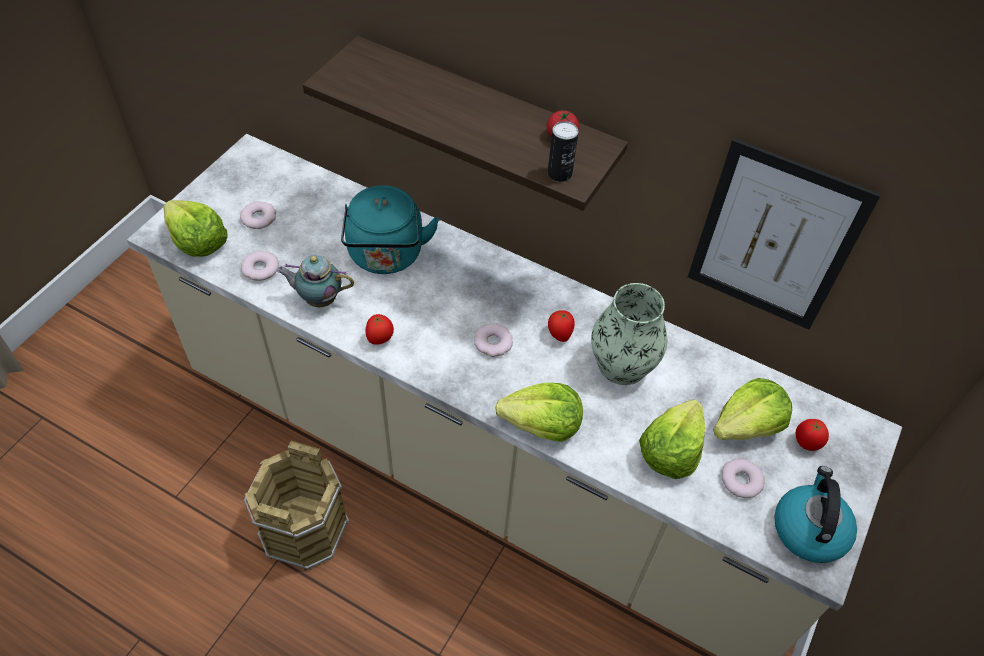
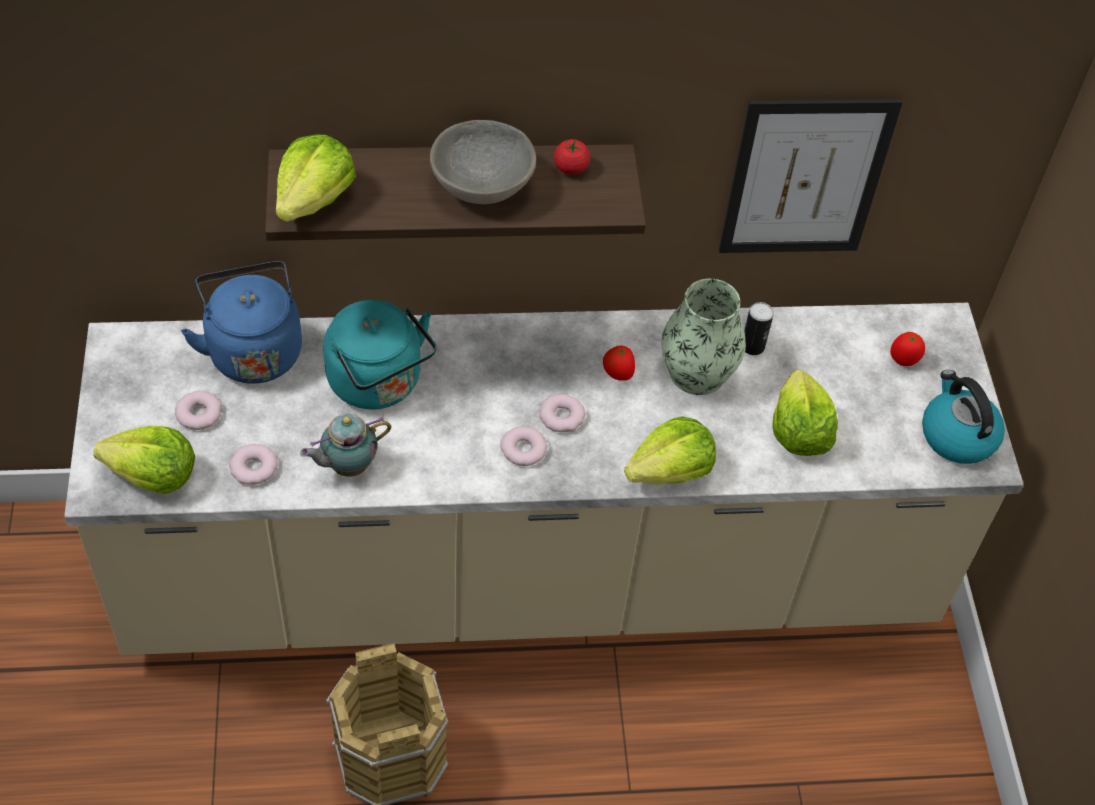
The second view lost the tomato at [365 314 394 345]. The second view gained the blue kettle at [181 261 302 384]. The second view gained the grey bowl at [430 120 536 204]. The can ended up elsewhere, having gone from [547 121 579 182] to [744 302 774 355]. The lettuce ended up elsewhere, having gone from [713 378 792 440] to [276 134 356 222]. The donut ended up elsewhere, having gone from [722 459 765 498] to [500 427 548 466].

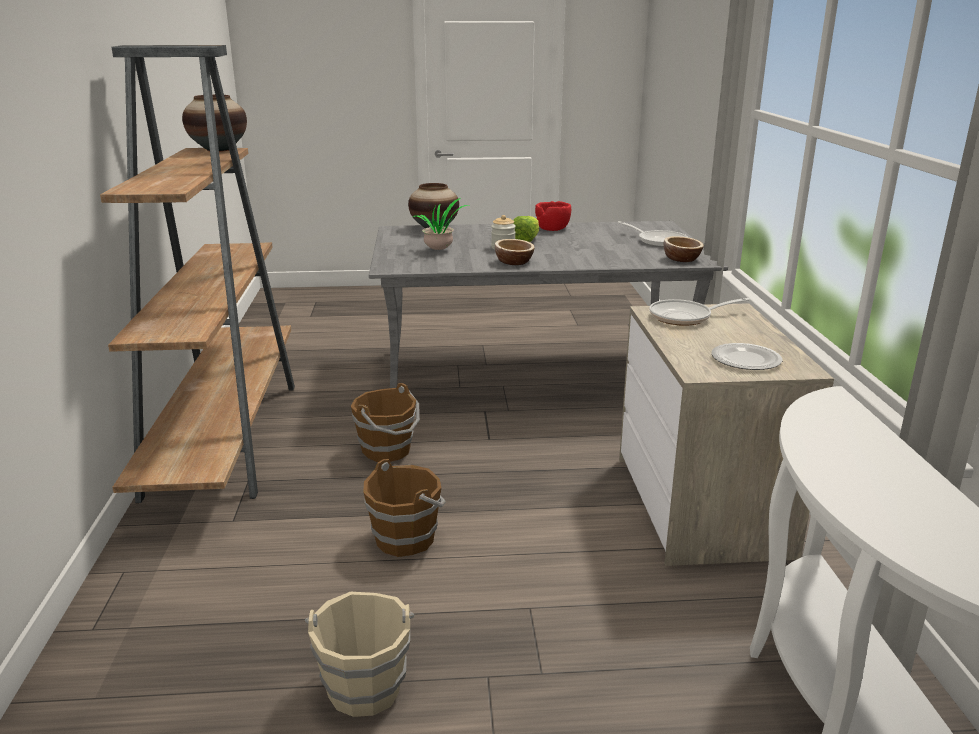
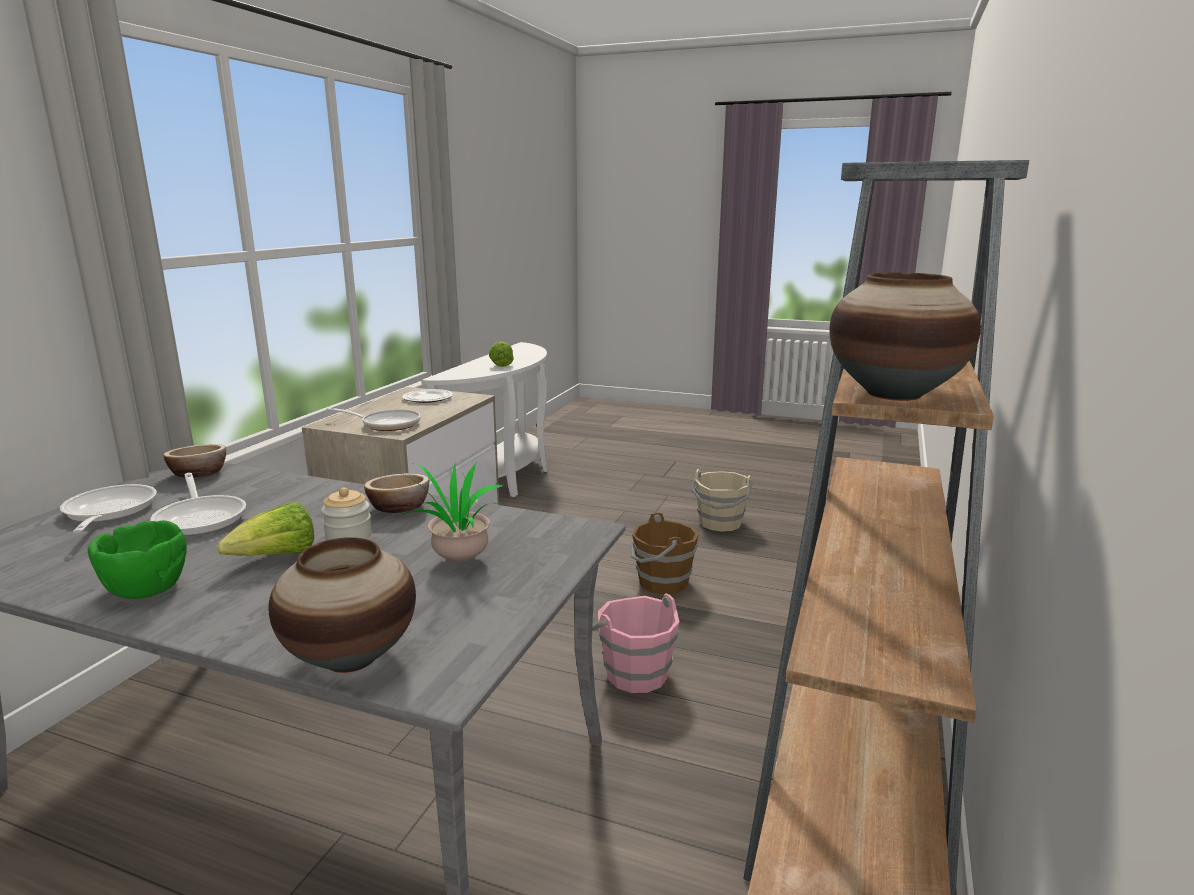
The second view gained the frying pan at [150 473 246 536]. The second view gained the lettuce at [489 341 514 367]. What was the brown bucket at [351 383 420 462] turned into the pink bucket at [592 594 679 693]. What was the red bowl at [535 201 571 231] turned into the green bowl at [88 520 187 599].

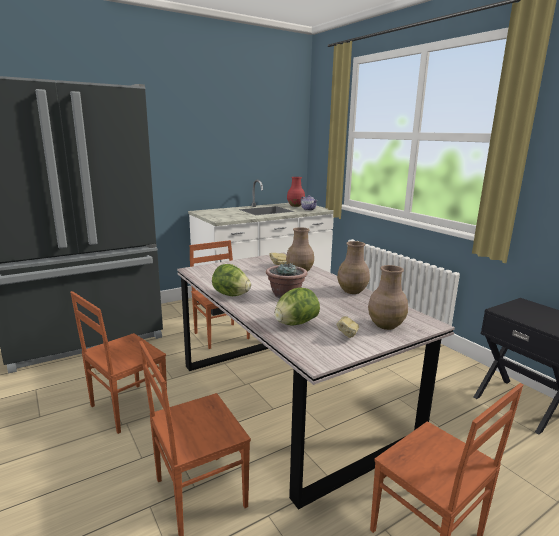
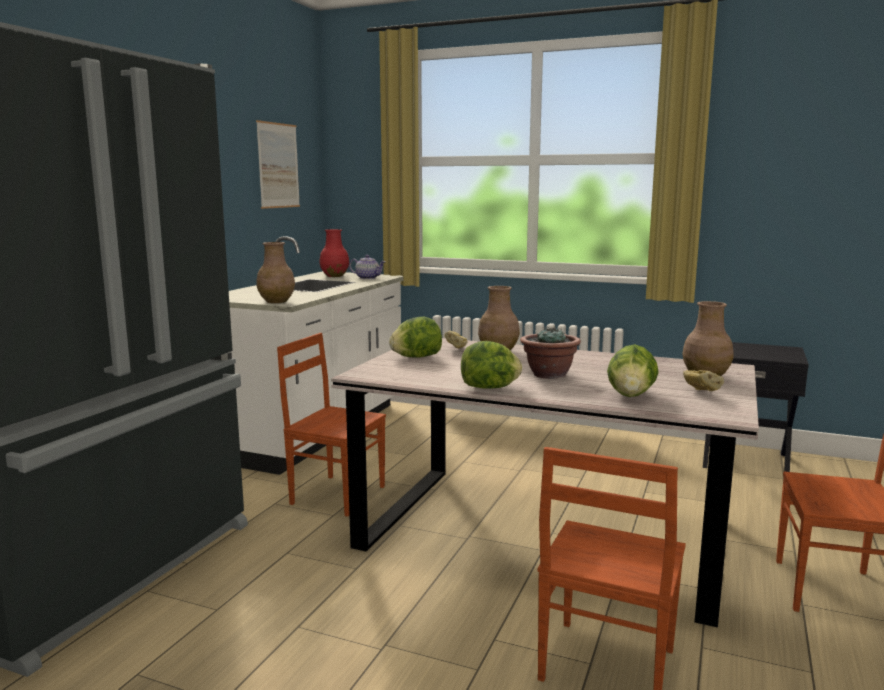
The second view lost the brown chair at [70 291 167 434]. The second view gained the picture at [256 120 300 209]. The second view gained the lettuce at [389 317 442 357]. The brown vase ended up elsewhere, having gone from [337 241 370 294] to [256 242 295 303].

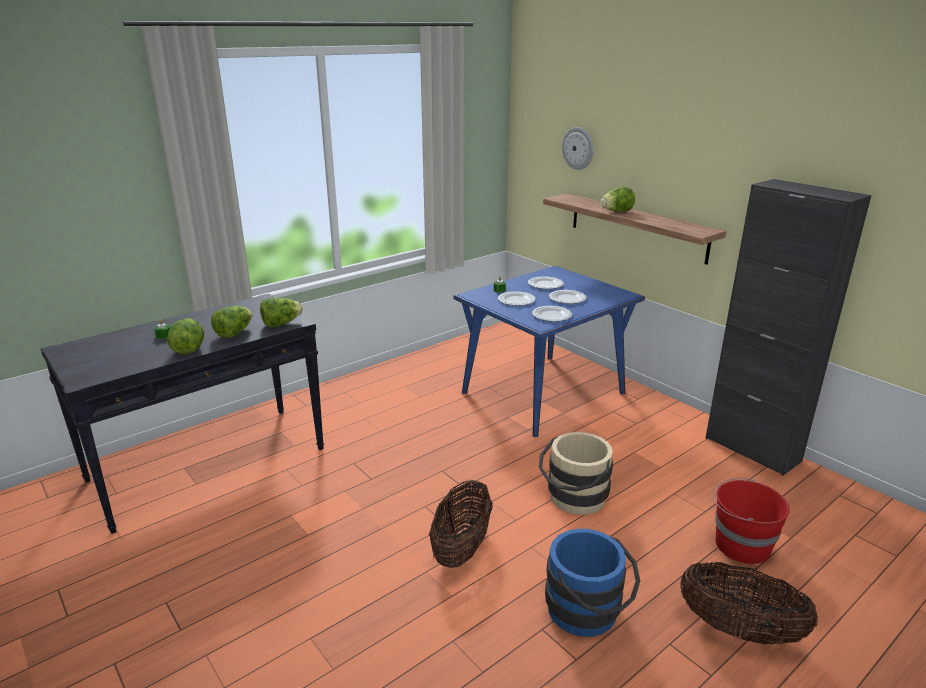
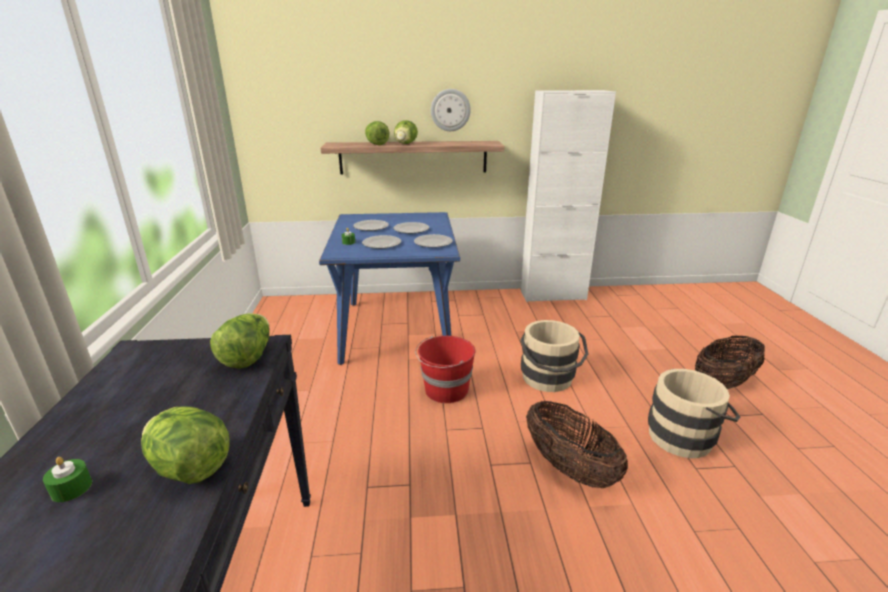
The lettuce ended up elsewhere, having gone from [211 306 252 338] to [365 121 390 145]. The wall clock ended up elsewhere, having gone from [562 127 594 170] to [431 89 471 131]. The red bucket ended up elsewhere, having gone from [713 478 790 564] to [415 336 475 403]. What was the blue bucket at [545 529 640 637] turned into the beige bucket at [648 369 741 458]. What was the black cabinet at [706 179 871 476] turned into the white cabinet at [521 90 616 302].

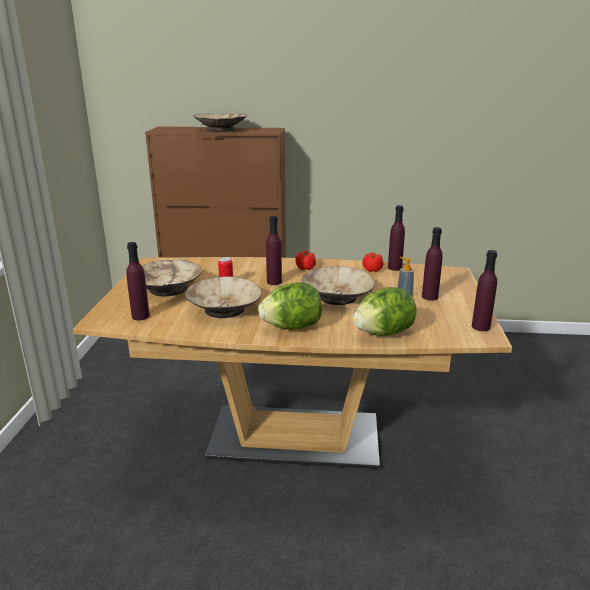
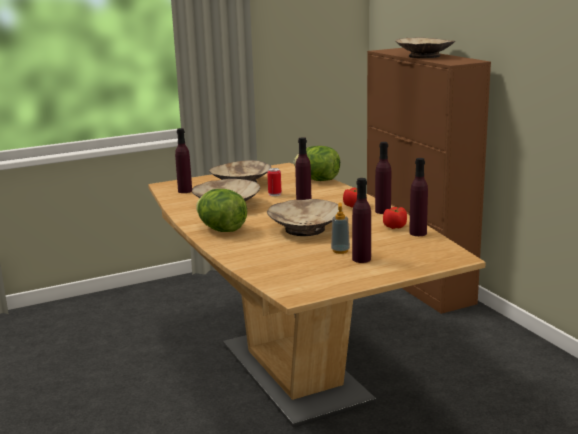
The lettuce ended up elsewhere, having gone from [353 287 417 336] to [294 146 340 181]. The purple bottle ended up elsewhere, having gone from [472 250 497 331] to [375 142 391 214].

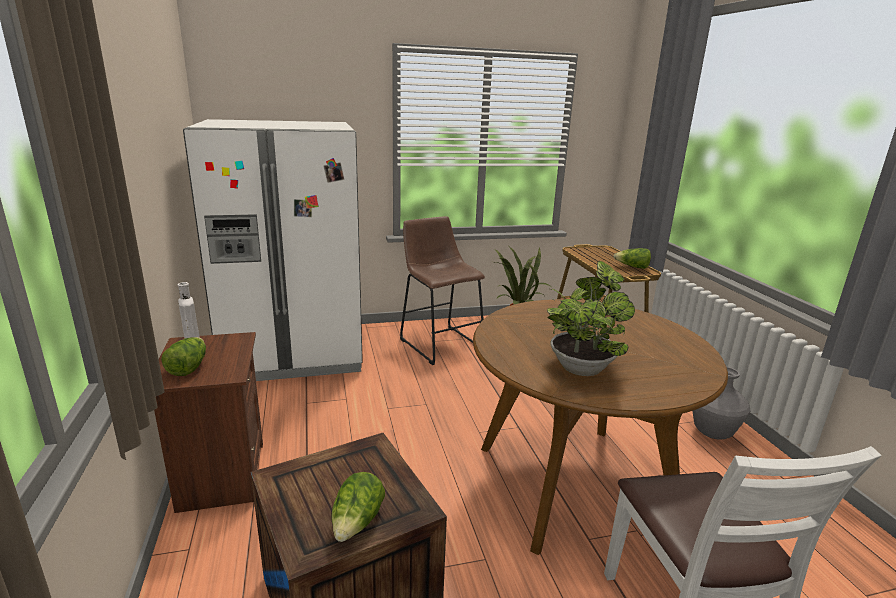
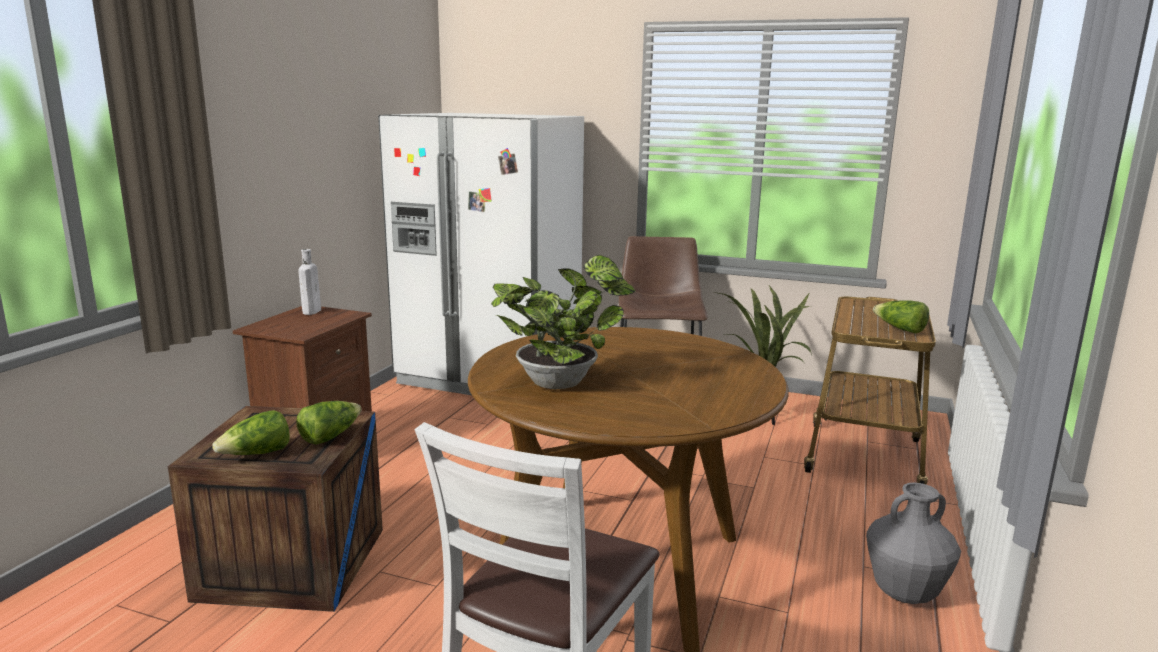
The lettuce ended up elsewhere, having gone from [161 337 206 376] to [296 401 361 445].

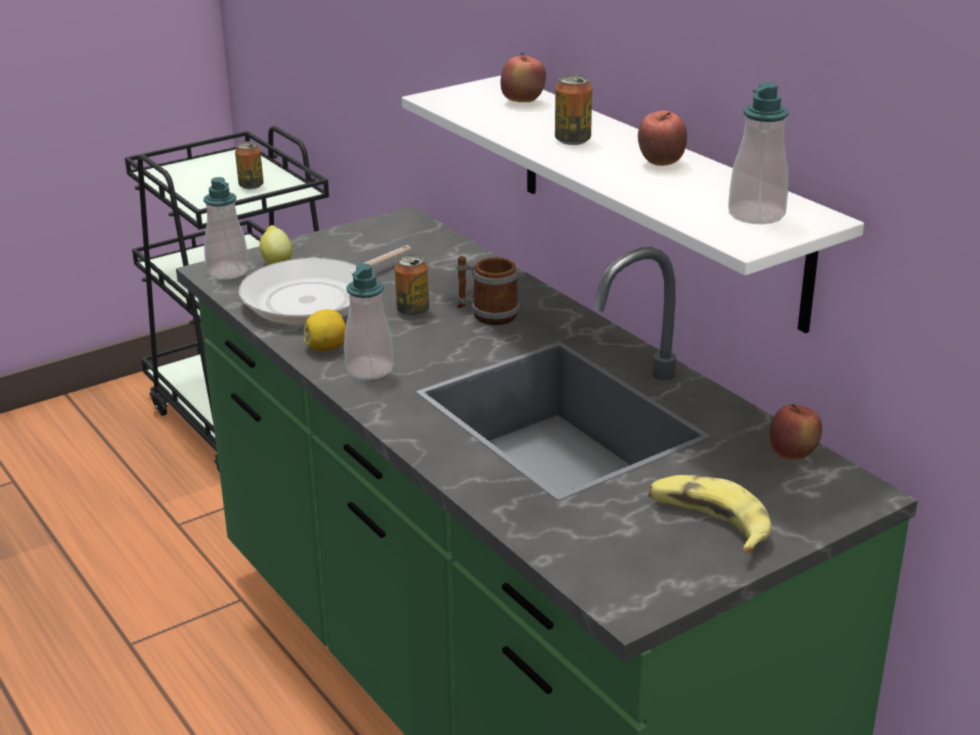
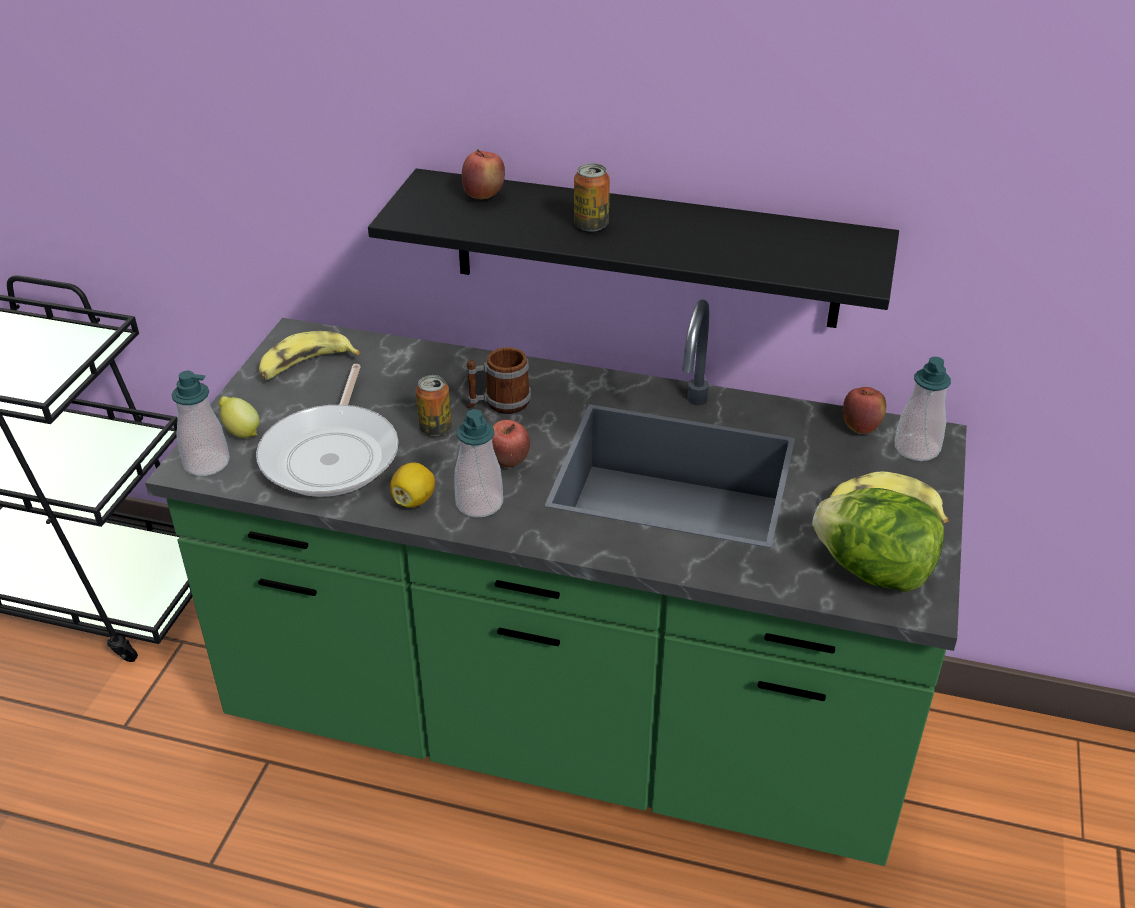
The second view lost the can at [235 141 264 189]. The second view gained the banana at [259 331 360 380]. The second view gained the lettuce at [812 488 944 592]. The apple ended up elsewhere, having gone from [638 110 687 166] to [492 420 530 467]. The soap dispenser ended up elsewhere, having gone from [728 82 789 224] to [895 357 951 461]. What was the white shelf at [402 75 864 333] turned into the black shelf at [368 168 899 328].

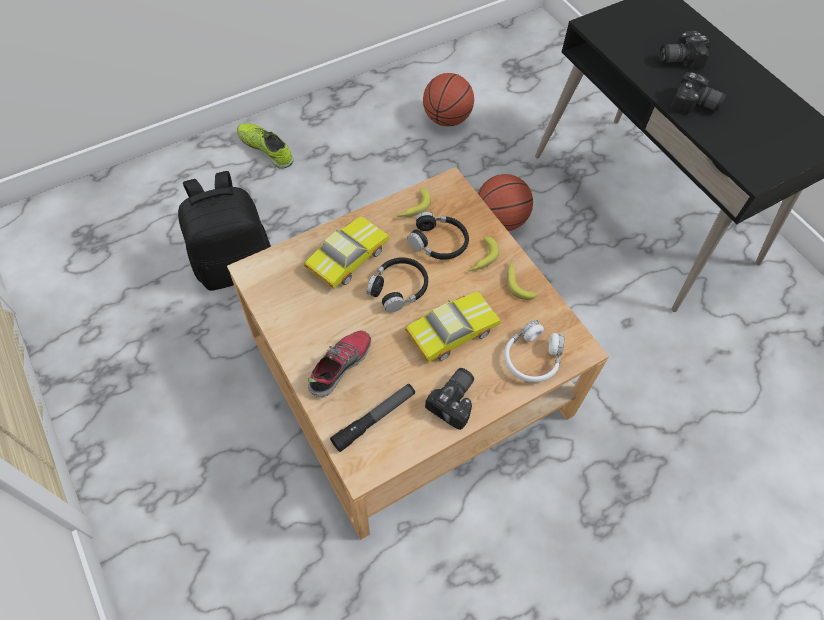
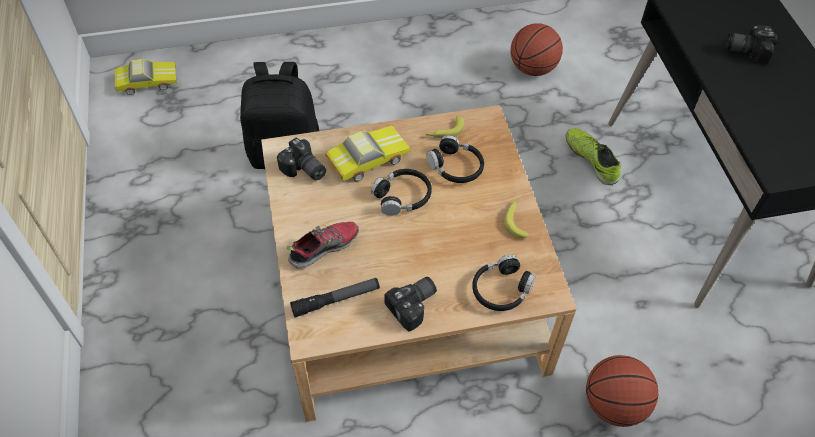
The second view lost the banana at [469 237 499 271]. The shoe ended up elsewhere, having gone from [237 123 293 169] to [566 128 621 185]. The toy car ended up elsewhere, having gone from [405 291 501 362] to [115 59 177 95]. The basketball ended up elsewhere, having gone from [478 174 533 231] to [586 355 658 427]. The photo camera ended up elsewhere, having gone from [670 72 726 115] to [277 137 326 181]. What was the white headphones at [504 320 564 382] turned into the black headphones at [472 255 536 311].

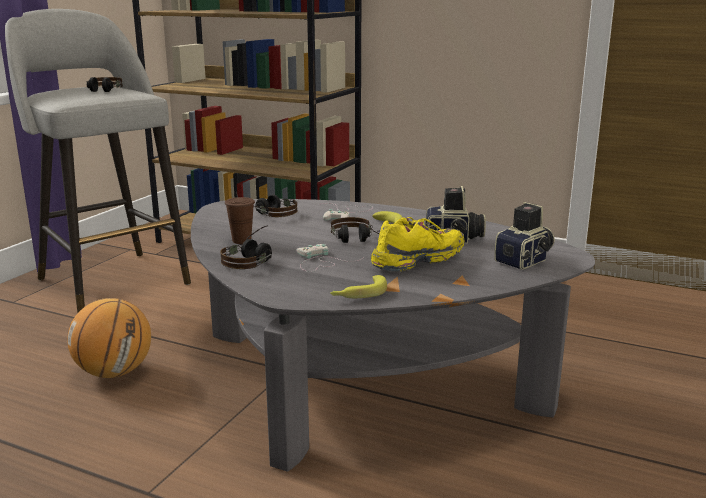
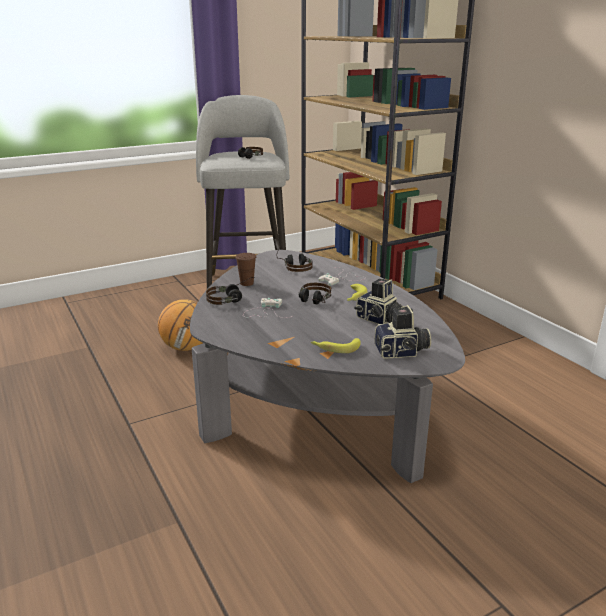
The second view lost the yellow shoe at [371 217 465 272]. The banana ended up elsewhere, having gone from [330 275 387 298] to [311 338 361 353].

